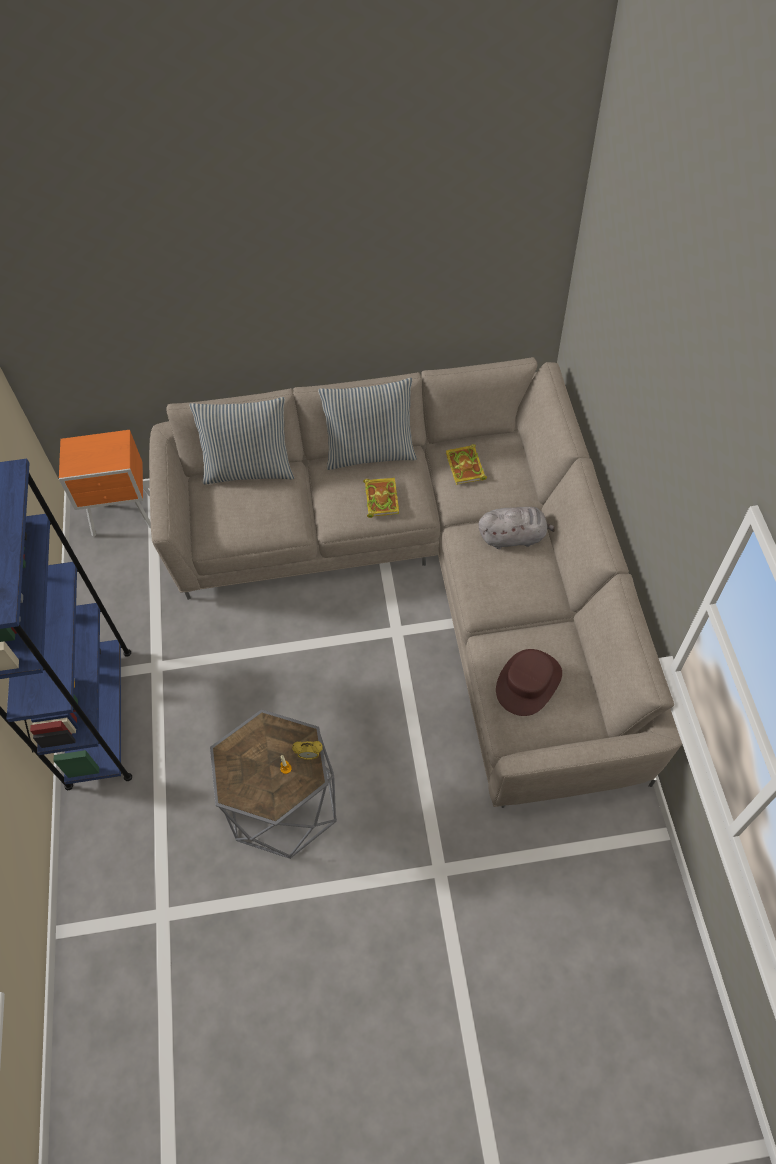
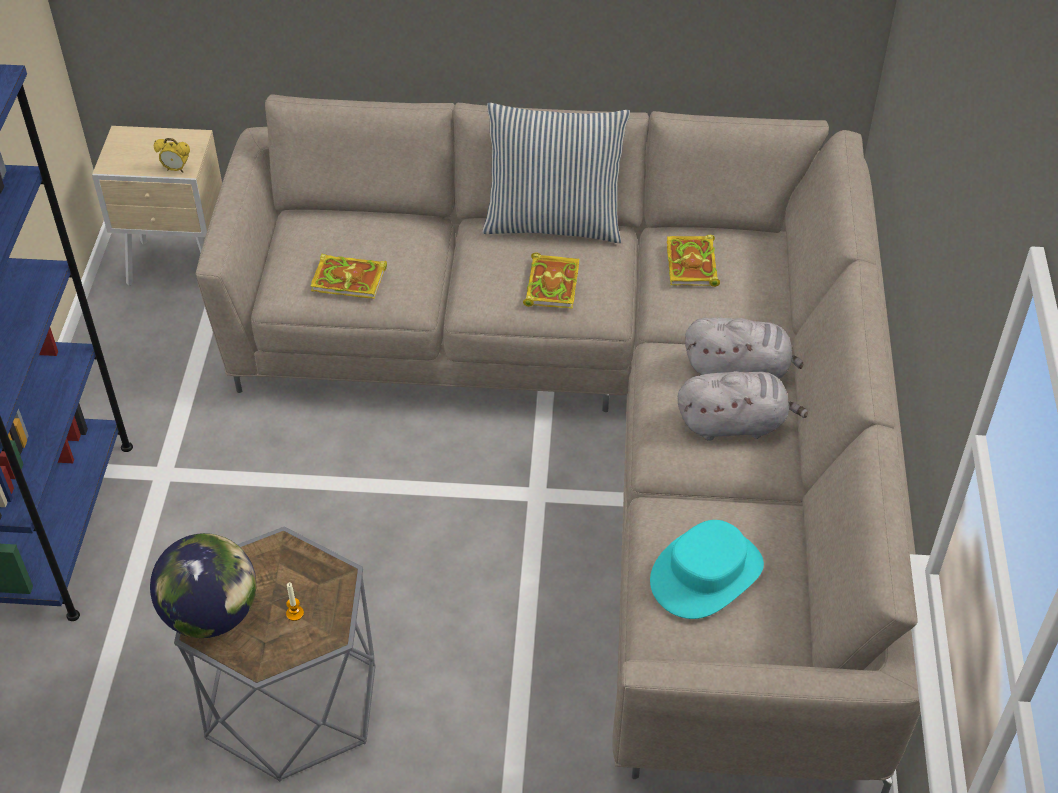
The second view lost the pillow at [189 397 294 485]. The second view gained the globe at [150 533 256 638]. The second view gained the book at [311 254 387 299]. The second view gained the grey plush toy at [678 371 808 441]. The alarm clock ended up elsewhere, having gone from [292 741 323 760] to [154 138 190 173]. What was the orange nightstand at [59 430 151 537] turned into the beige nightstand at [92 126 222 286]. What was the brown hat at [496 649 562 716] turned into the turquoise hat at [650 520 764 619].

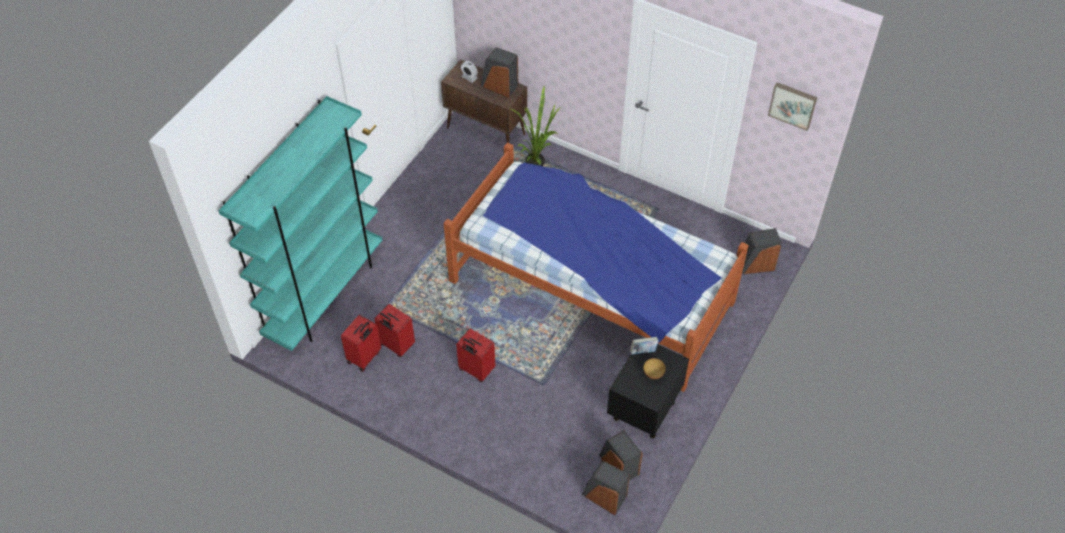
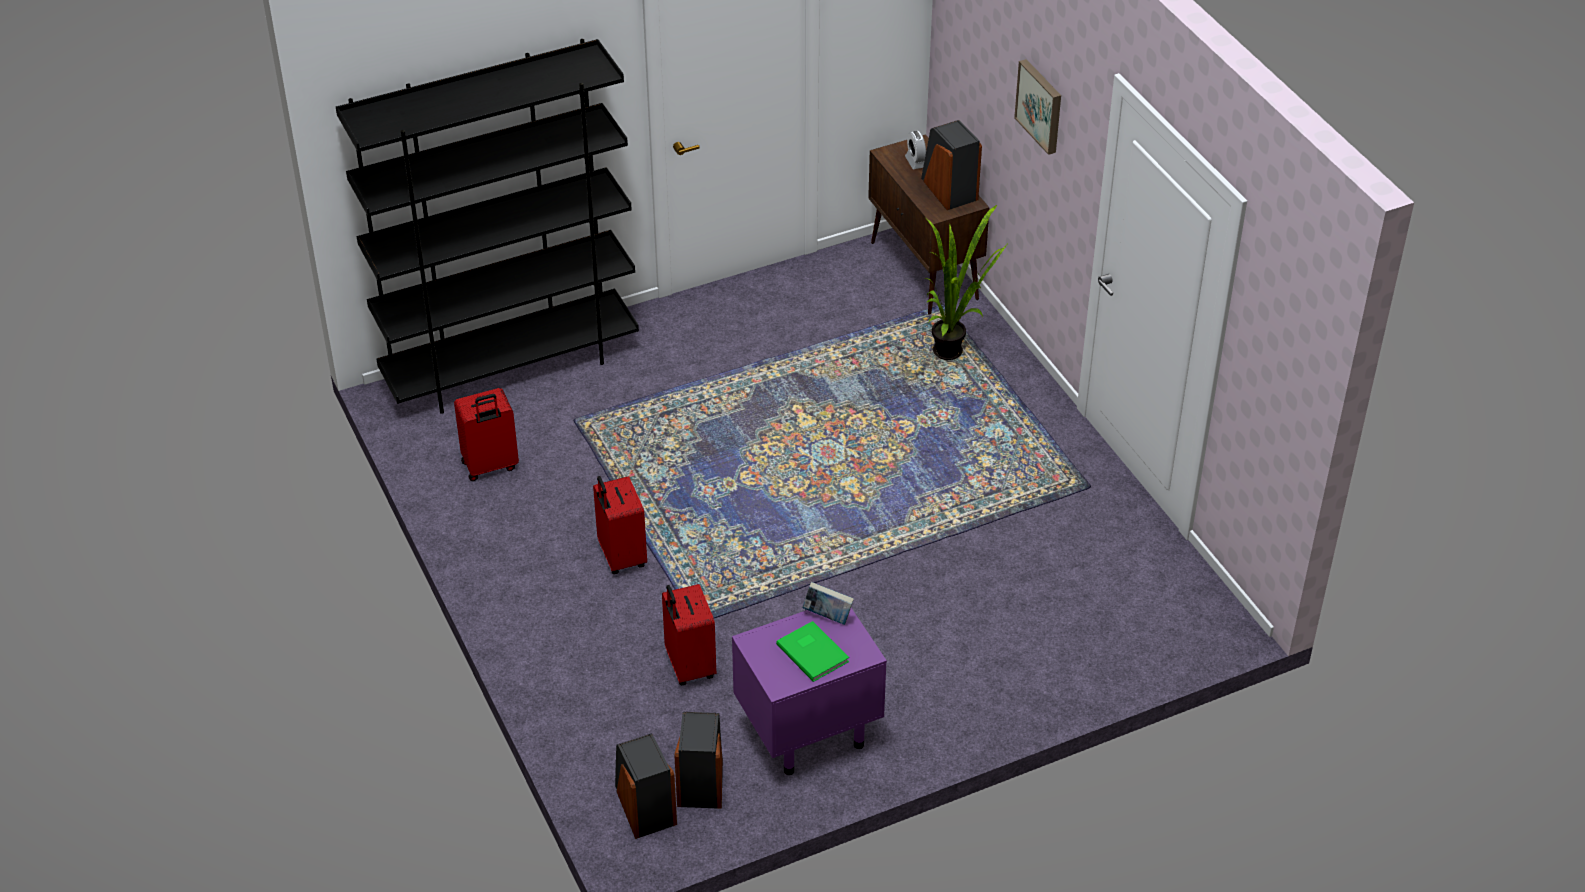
The second view lost the bed at [443 143 749 392]. The second view lost the speaker at [742 228 781 274]. The red suitcase ended up elsewhere, having gone from [374 304 415 357] to [662 584 716 685]. The picture ended up elsewhere, having gone from [768 82 817 131] to [1014 59 1061 155]. Where the bowl stood at [643 358 666 379], the green book came to stand at [776 621 849 682]. What was the turquoise bookcase at [218 96 382 351] turned into the black bookcase at [336 39 639 414]. What was the black nightstand at [607 337 689 438] turned into the purple nightstand at [732 608 887 775].

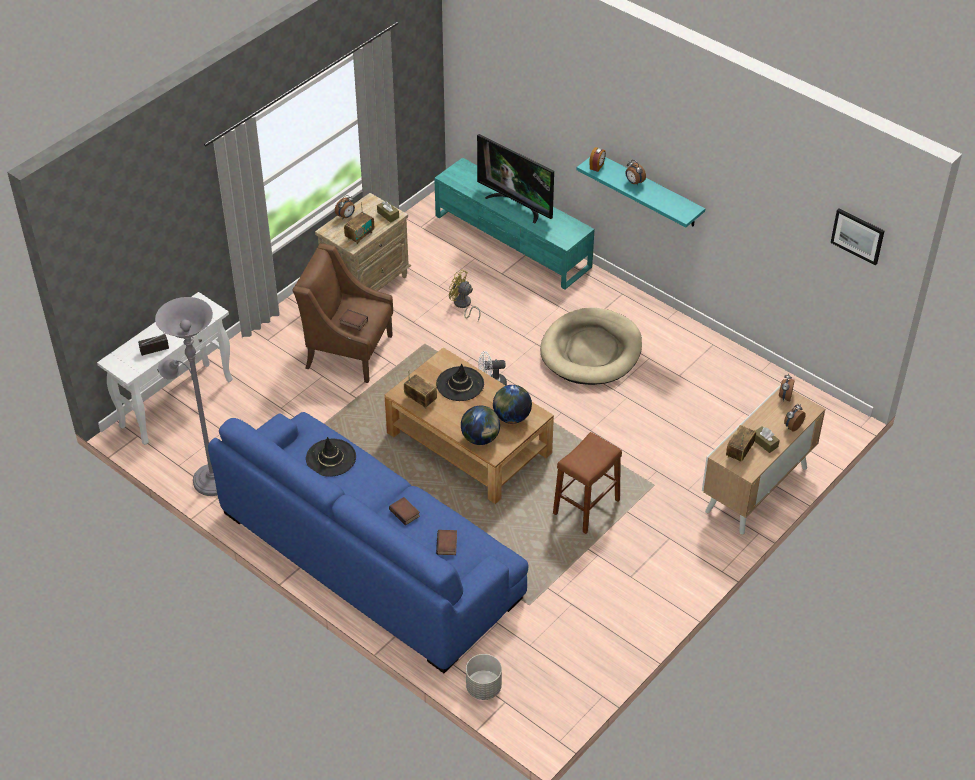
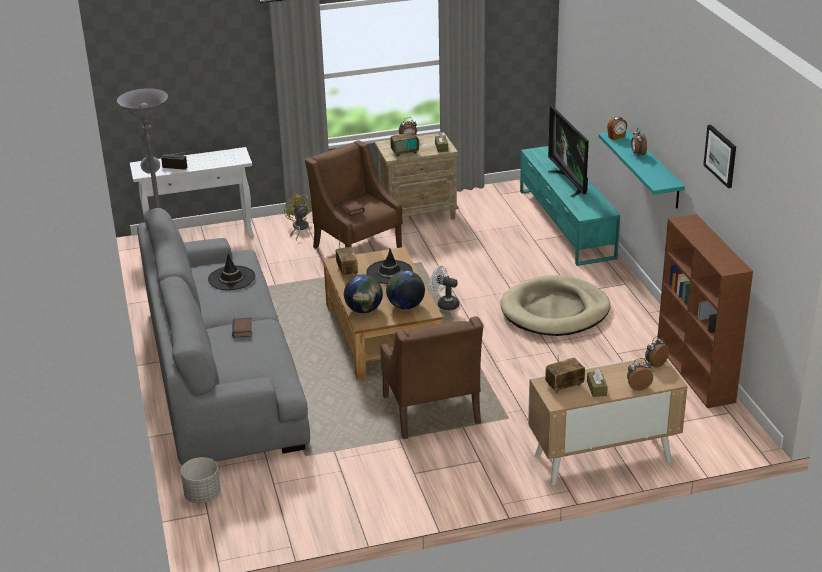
The second view lost the book at [436 530 457 555]. The second view gained the brown bookcase at [657 214 753 408]. The yellow fan ended up elsewhere, having gone from [449 269 480 321] to [284 193 312 240]. The picture ended up elsewhere, having gone from [831 208 884 265] to [703 125 736 188]. Where the brown stool stood at [553 432 622 534], the brown armchair came to stand at [380 316 484 439]. What was the blue sofa at [208 412 528 673] turned into the grey sofa at [137 208 310 466].

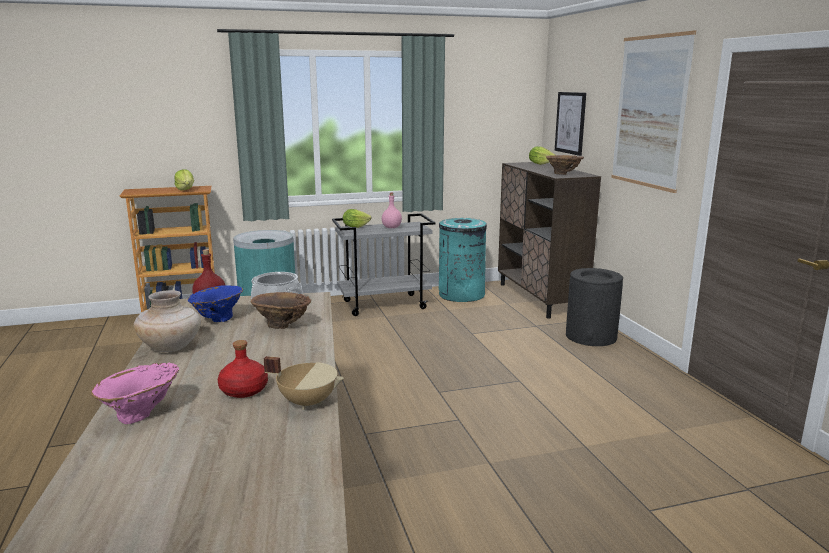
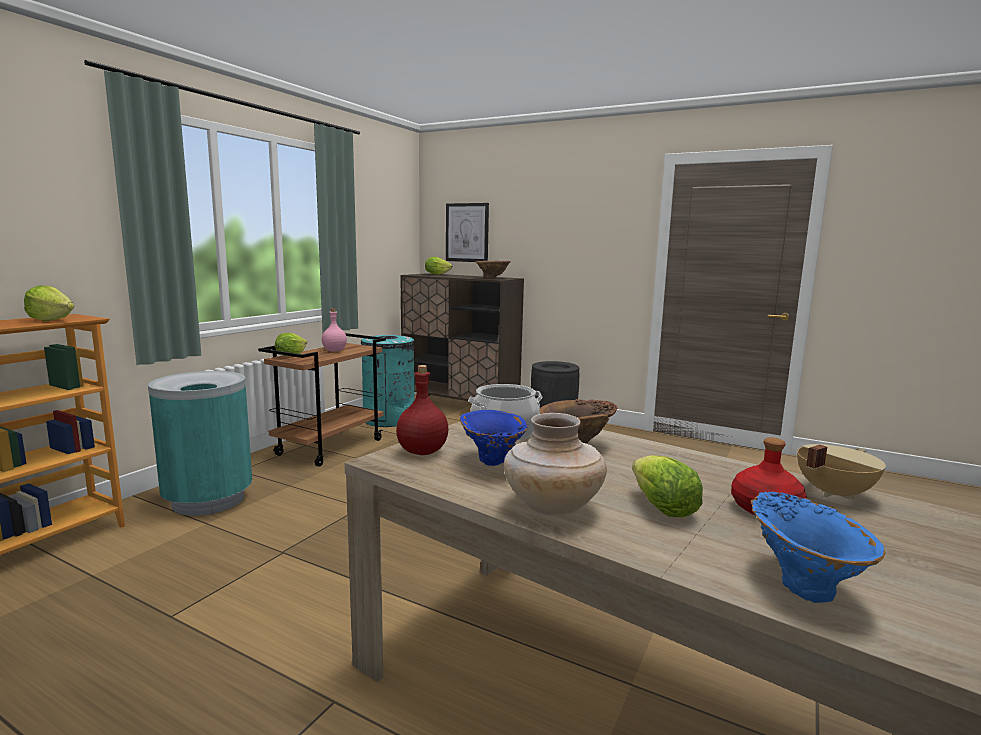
The second view lost the picture at [611 31 696 193]. The second view gained the lettuce at [632 455 703 517]. What was the pink vase at [91 362 179 424] turned into the blue vase at [751 492 885 603]. What was the grey cart at [332 213 436 316] turned into the brown cart at [258 333 386 467].

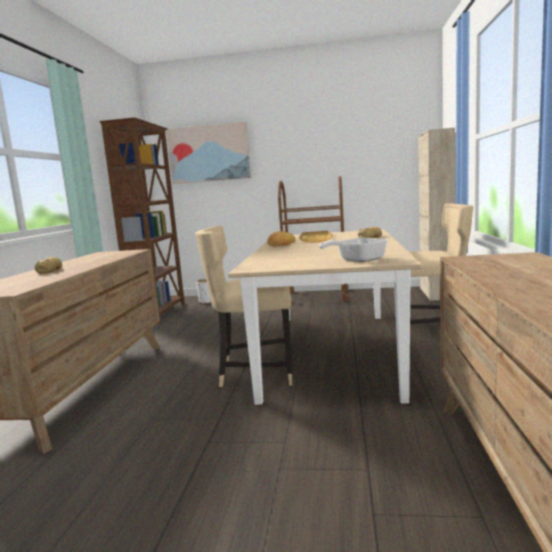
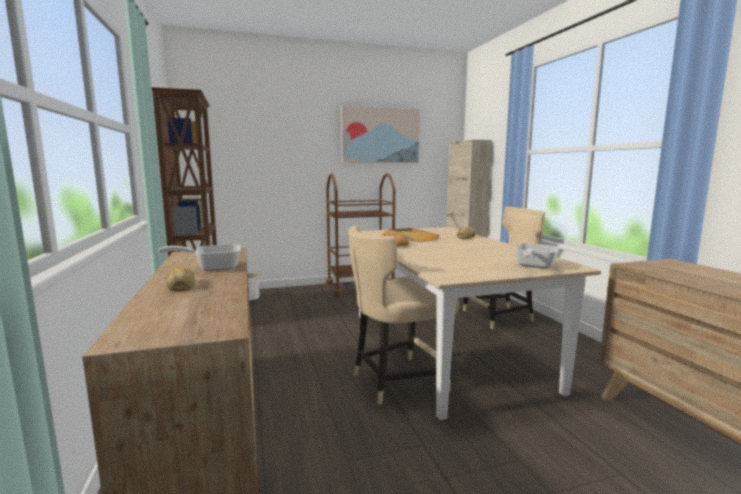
The second view gained the frying pan at [158 244 240 271]. The picture ended up elsewhere, having gone from [166 121 251 184] to [341 105 420 163].

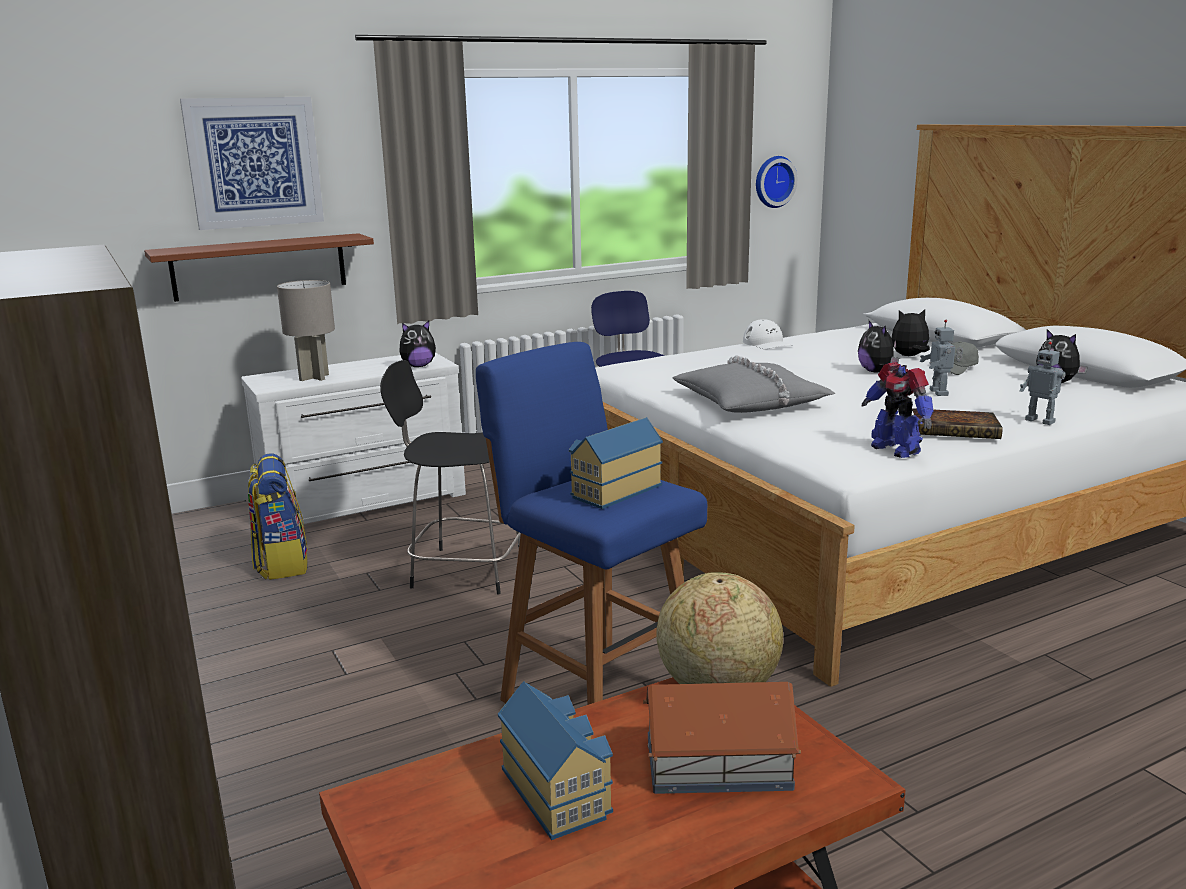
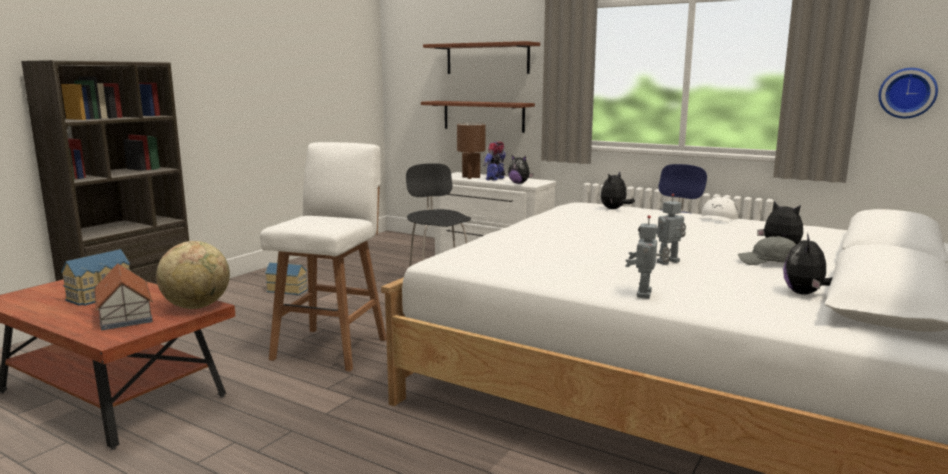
The second view lost the backpack at [248 453 308 580]. The second view lost the grey pillow at [673 355 835 413]. The second view lost the book at [912 408 1003 439]. The toy house ended up elsewhere, having gone from [569 417 663 509] to [265 262 308 295]. The plush toy ended up elsewhere, having gone from [858 321 899 372] to [601 171 635 209]. The toy robot ended up elsewhere, having gone from [861 362 934 458] to [483 142 505 181]. Where the picture hung at [180 97 324 230], the brown shelf came to hang at [423 41 540 74]. What was the grey table lamp at [277 280 335 381] turned into the brown table lamp at [457 123 486 179]. What was the blue stool at [476 342 708 705] turned into the white stool at [260 142 386 371].

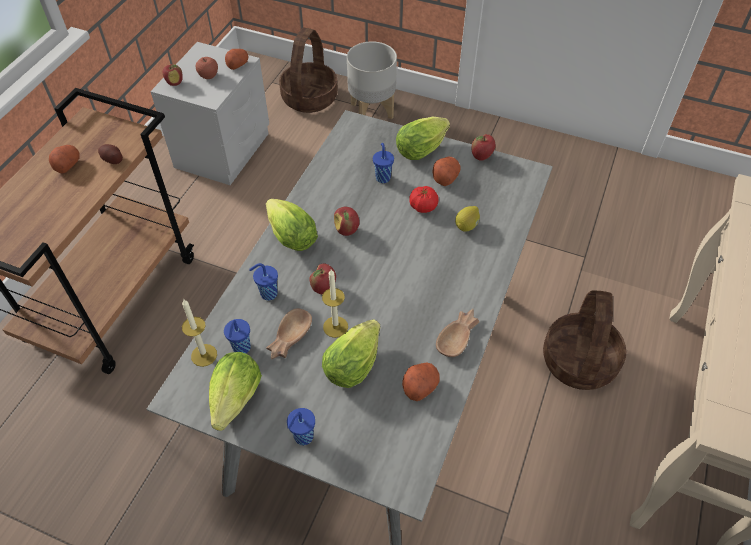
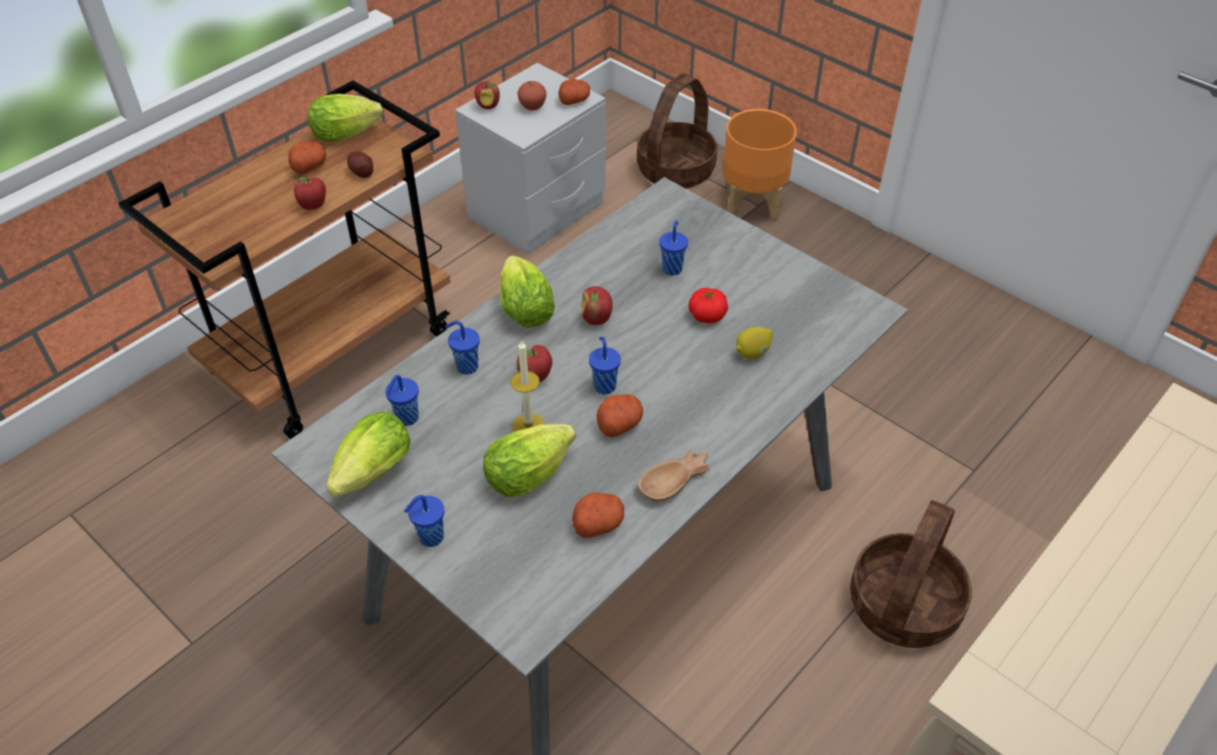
The second view lost the candle at [182 300 217 367]. The second view lost the brown bowl at [266 308 312 359]. The second view gained the blue cup at [589 337 621 394]. The lettuce ended up elsewhere, having gone from [396 116 450 160] to [307 94 383 142]. The potato ended up elsewhere, having gone from [432 157 461 186] to [596 394 643 437]. The apple ended up elsewhere, having gone from [472 134 496 161] to [294 177 326 210]. What was the grey planter at [347 41 397 119] turned into the orange planter at [723 109 797 222].

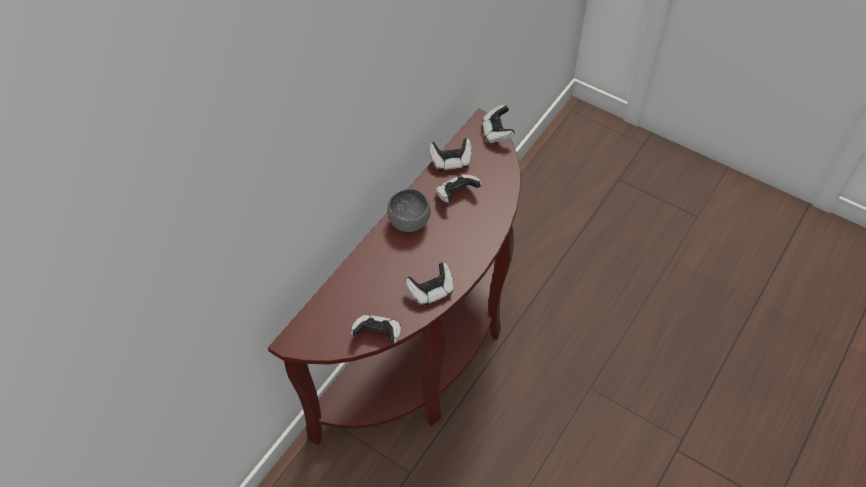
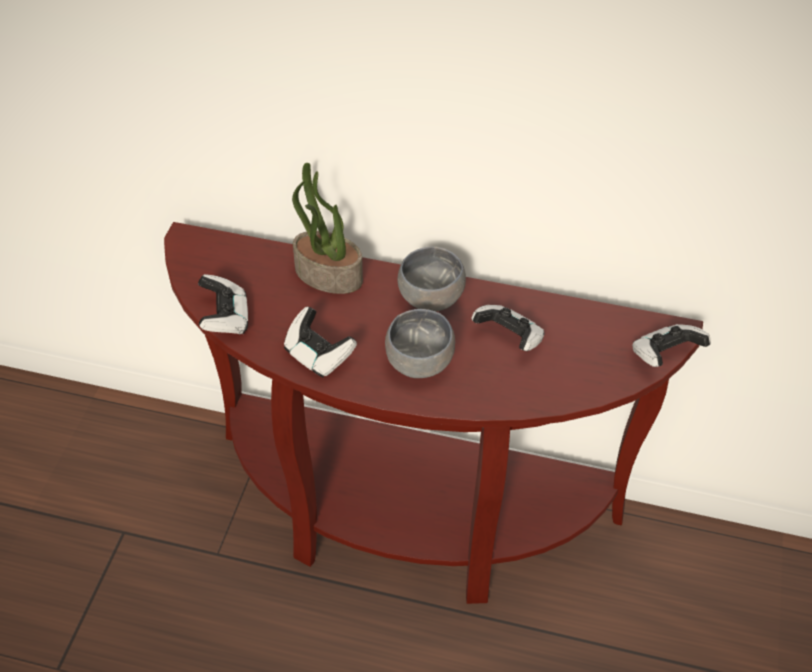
The second view lost the game controller at [429 138 472 171]. The second view gained the potted plant at [292 163 363 294]. The second view gained the grey bowl at [385 309 455 378].

